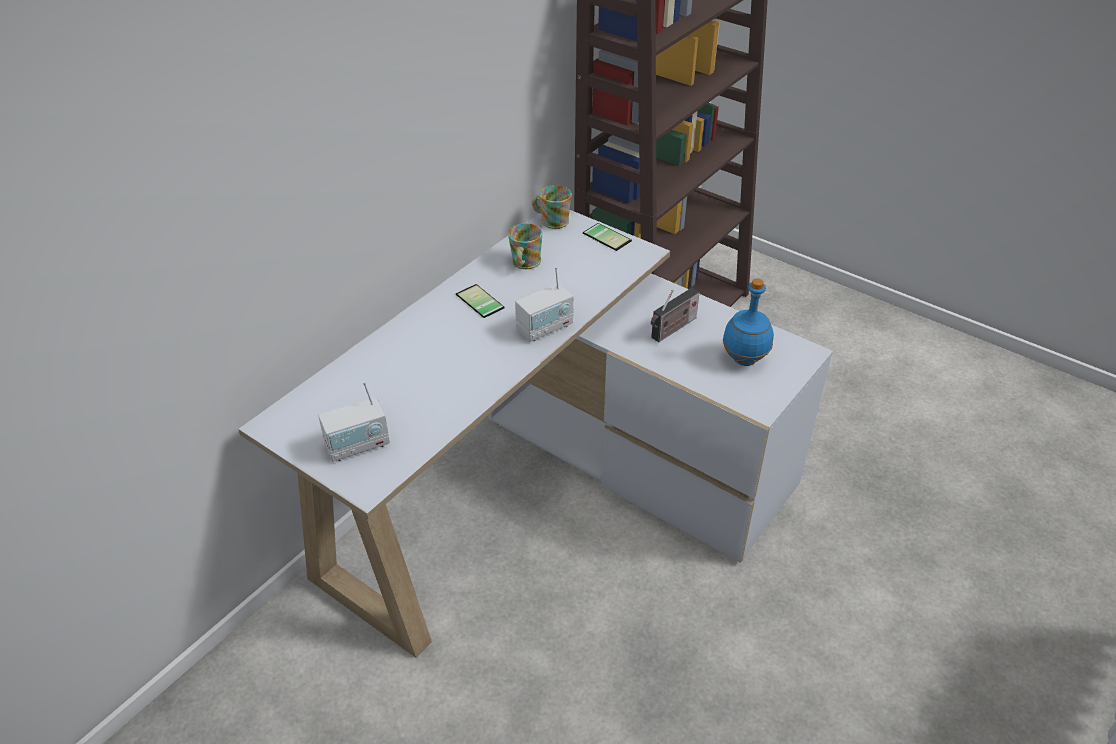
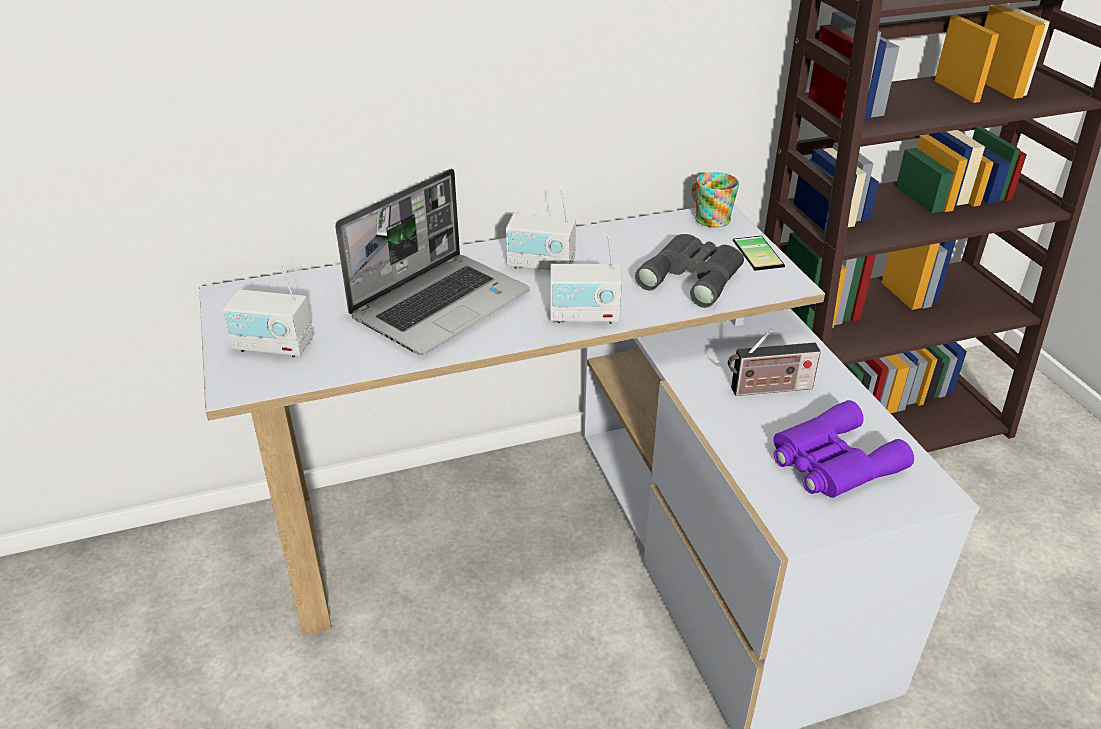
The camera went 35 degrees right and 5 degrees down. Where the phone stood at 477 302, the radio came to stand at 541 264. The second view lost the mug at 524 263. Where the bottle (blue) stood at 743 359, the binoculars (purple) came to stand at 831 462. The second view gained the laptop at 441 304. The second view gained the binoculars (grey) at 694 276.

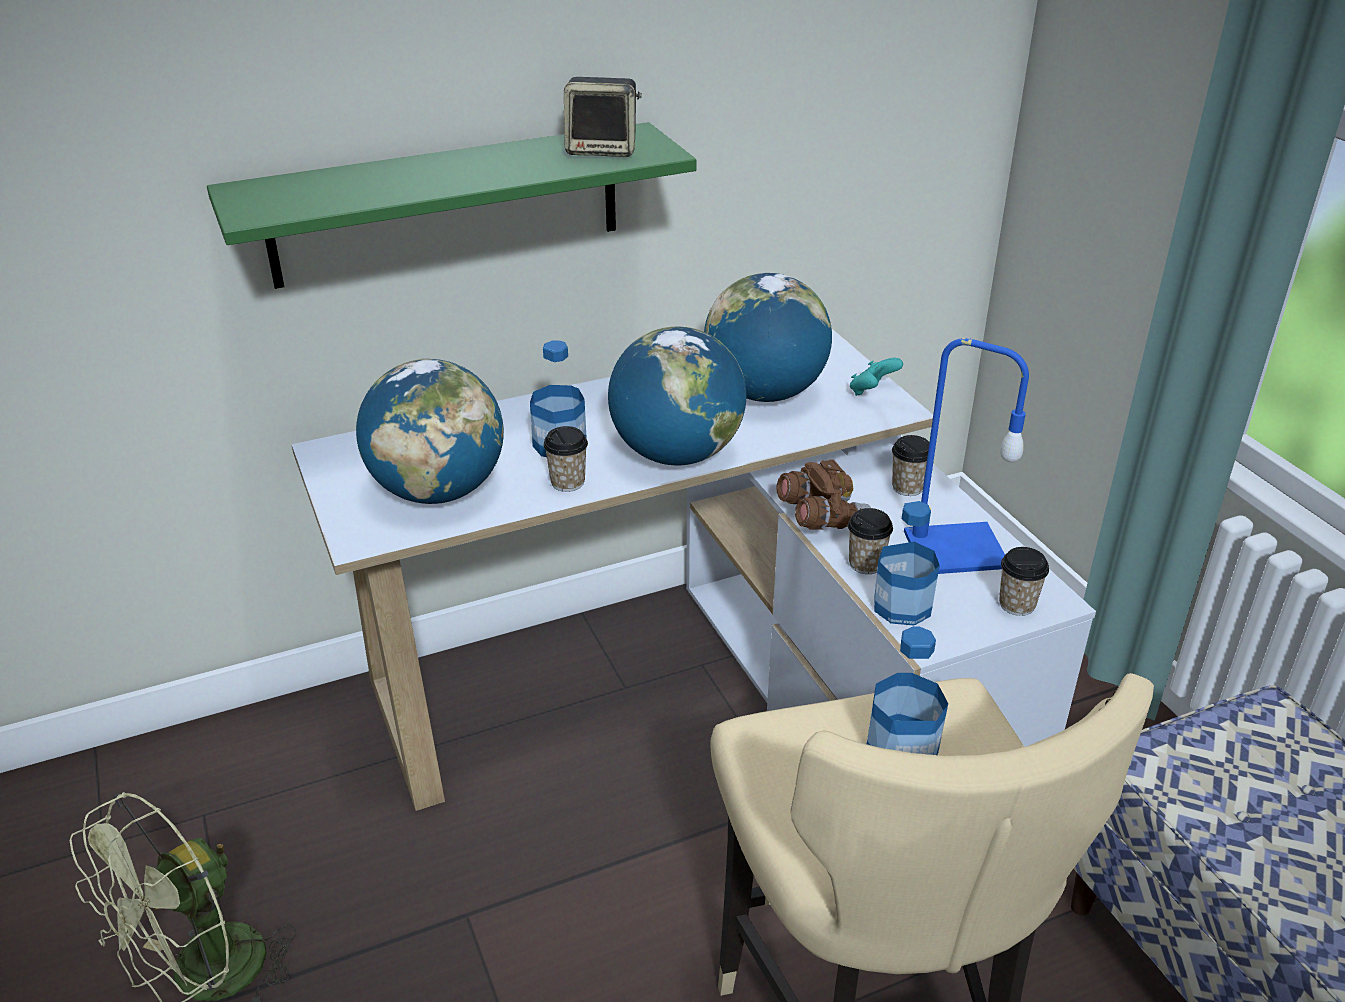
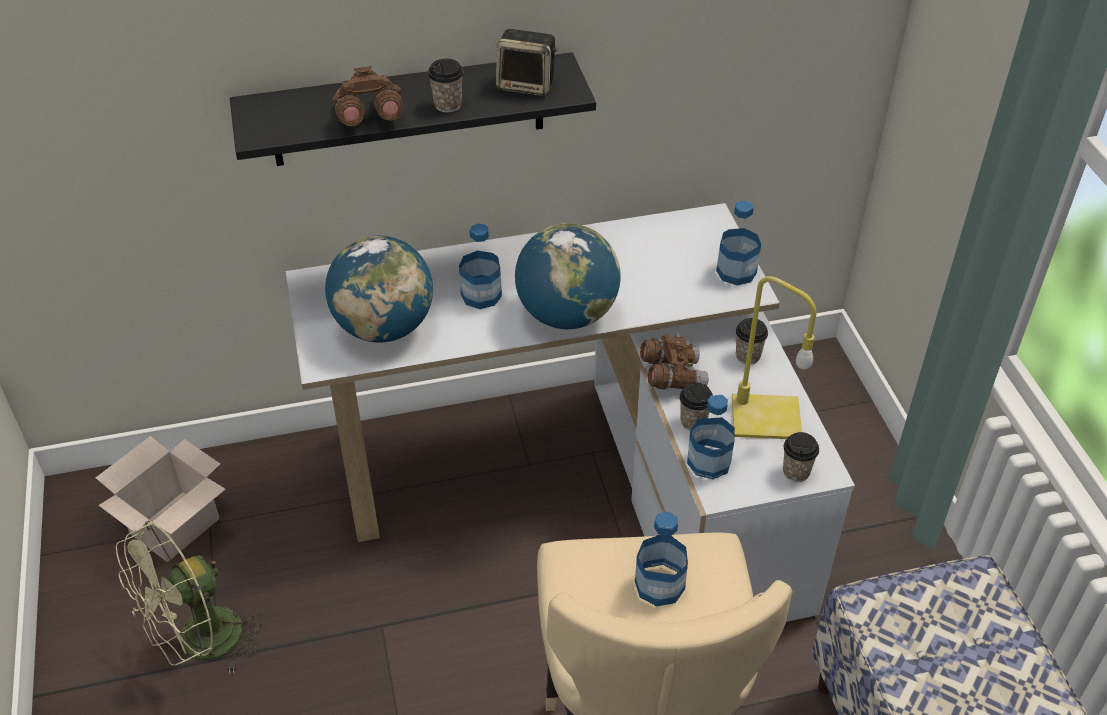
The camera went 10 degrees right and 10 degrees up. What was the shelf (green) at 446 205 turned into the shelf (black) at 408 110. The cup ended up elsewhere, having gone from 567 482 to 448 105. The second view lost the globe at 764 393. Where the game controller (turquoise) stood at 872 392, the bottle came to stand at 736 272. What was the table lamp (blue) at 953 550 turned into the table lamp (yellow) at 764 418. The second view gained the cardboard box at 174 528. The second view gained the binoculars (brown) at 368 118.

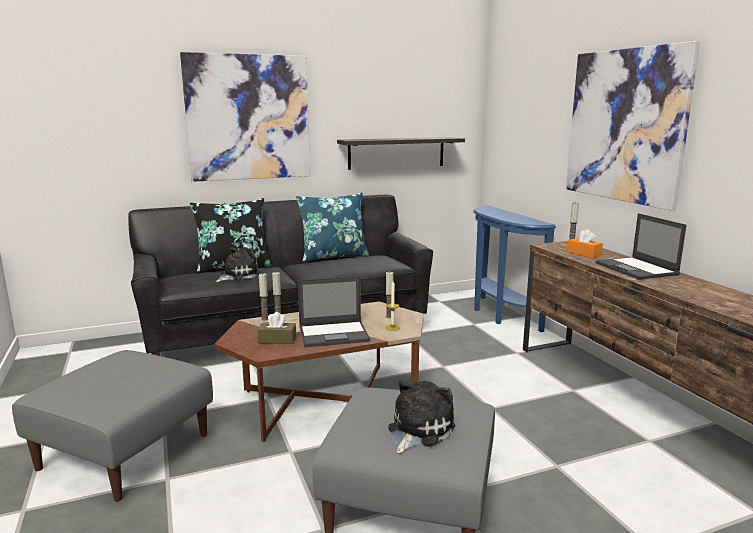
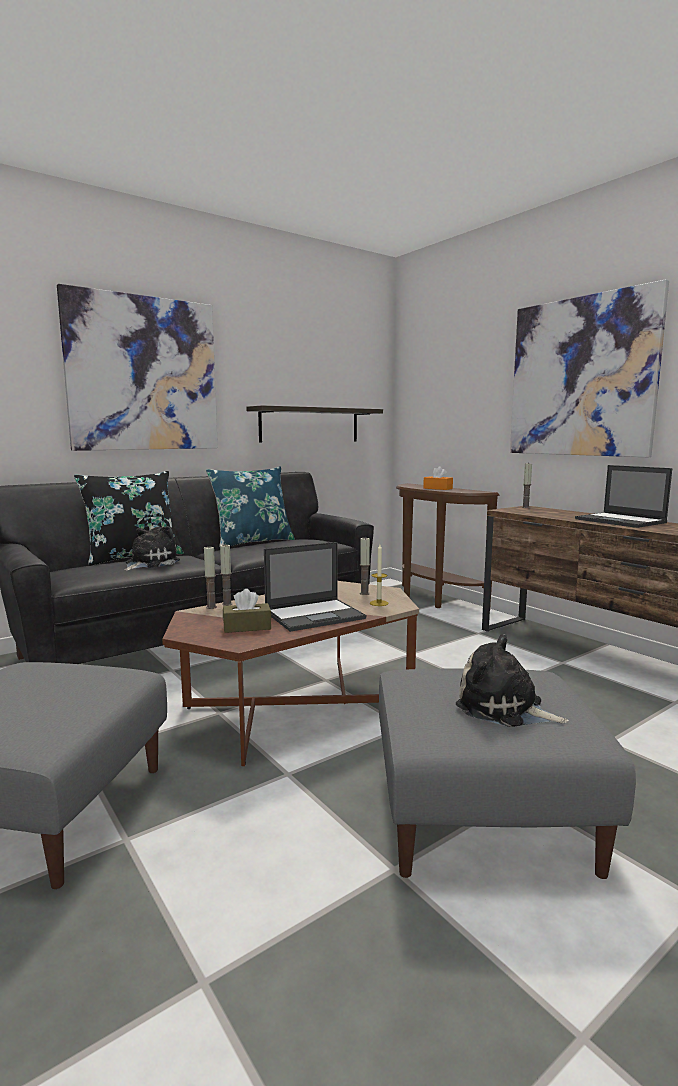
The camera went 15 degrees left and 5 degrees down. The plush toy at 418 430 ended up facing another way, 75 degrees counterclockwise from before. What was the console table (blue) at 499 315 turned into the console table (brown) at 433 599. The tissue box (orange) ended up elsewhere, having gone from 584 254 to 437 488.

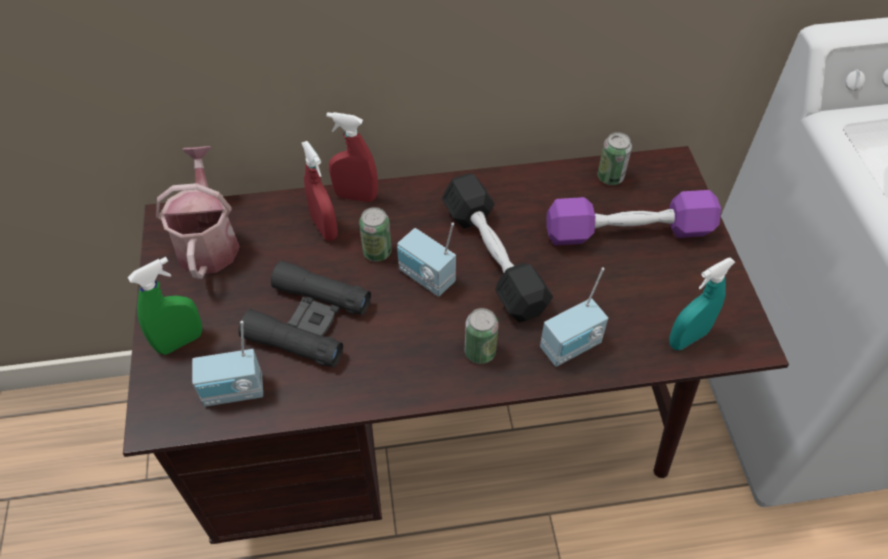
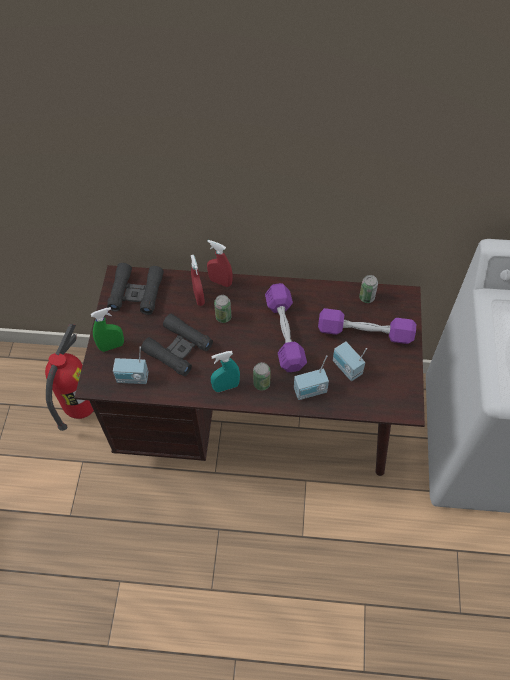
The camera went 15 degrees right and 5 degrees up. Where the watering can stood at 208 241, the binoculars (black) came to stand at 136 293. The radio ended up elsewhere, having gone from 425 278 to 346 368. What was the dumbbell (black) at 493 258 turned into the dumbbell (purple) at 285 333. The spray bottle (turquoise) ended up elsewhere, having gone from 687 338 to 226 386. The second view gained the fire extinguisher at 81 408.

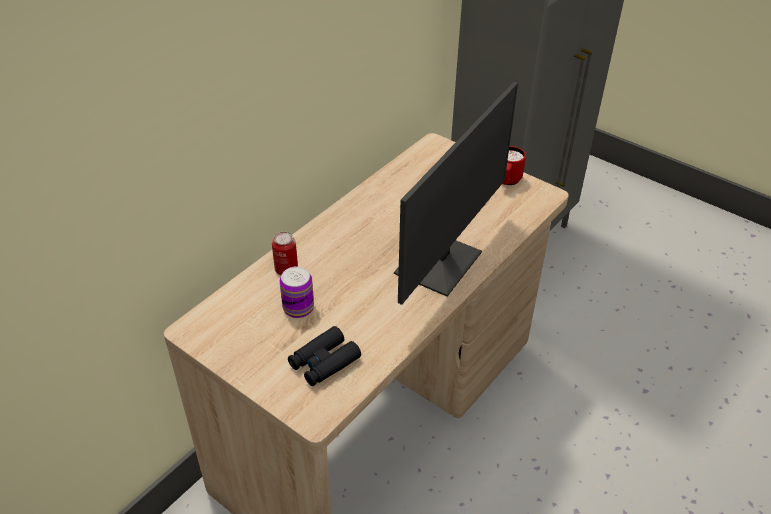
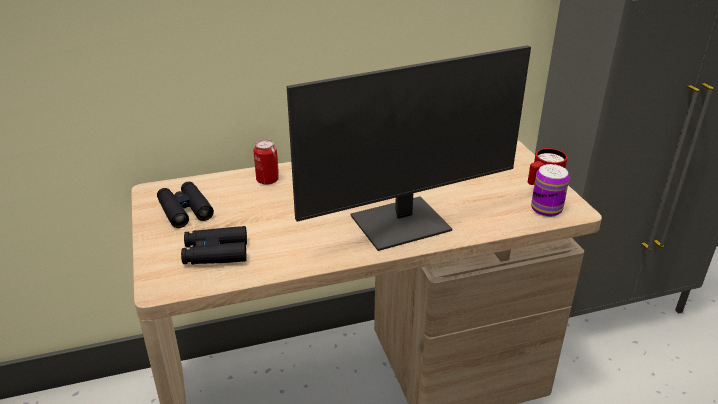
The camera went 35 degrees right and 10 degrees down. The can ended up elsewhere, having gone from 298 308 to 546 209. The second view gained the binoculars (black) at 185 210.

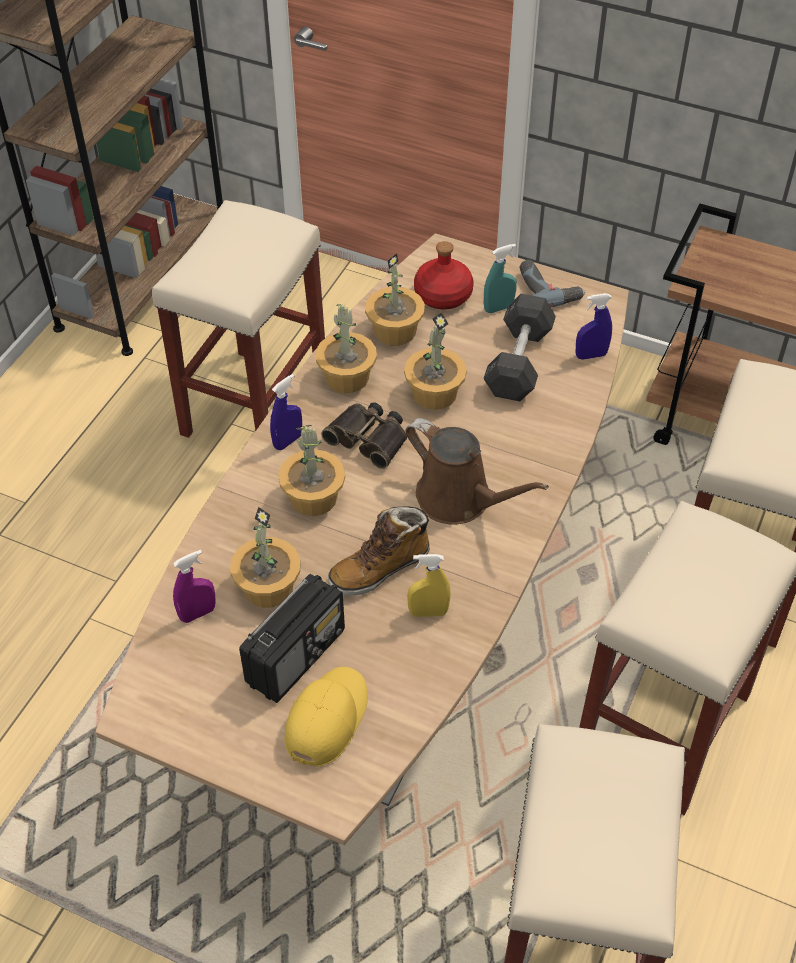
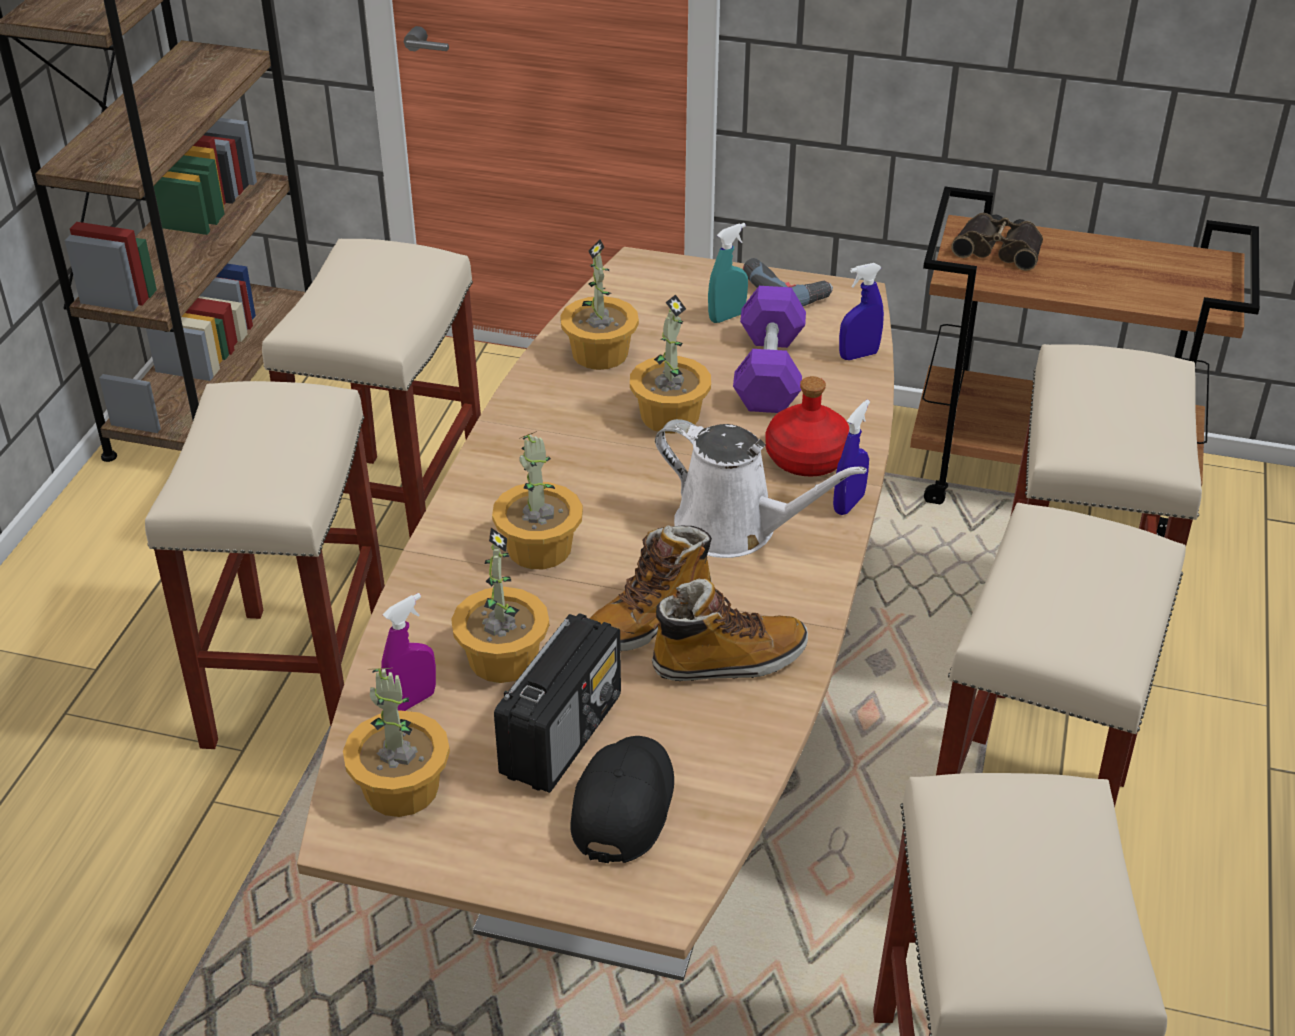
The camera went 10 degrees left and 10 degrees down. The spray bottle (blue) ended up elsewhere, having gone from 288 441 to 849 504. What was the cap (yellow) at 327 719 turned into the cap (black) at 623 804. The potted plant ended up elsewhere, having gone from 347 378 to 401 789. The binoculars ended up elsewhere, having gone from 369 438 to 999 249. What was the watering can (brown) at 460 499 turned into the watering can (white) at 735 528. Where the spray bottle (yellow) stood at 428 612, the boot came to stand at 728 661. The bottle (red) ended up elsewhere, having gone from 443 295 to 807 458. What was the dumbbell (grey) at 518 362 turned into the dumbbell (purple) at 769 371. The second view gained the stool (beige) at 297 678.

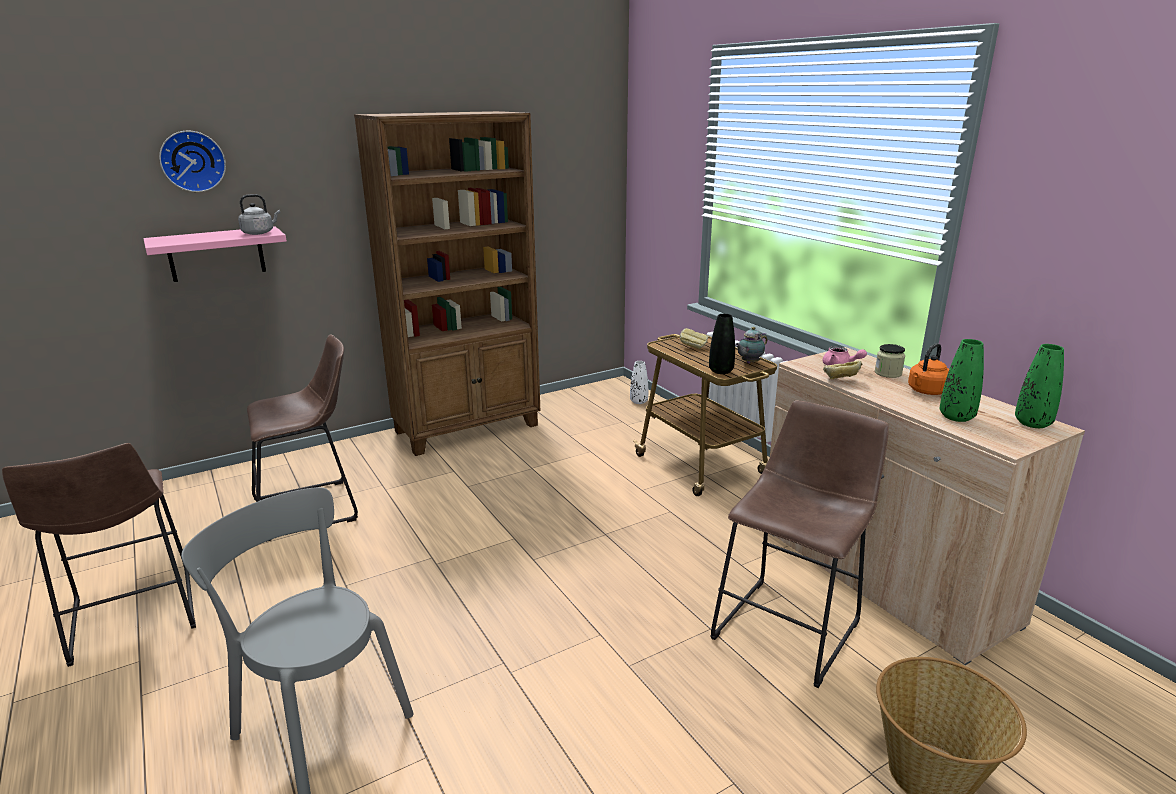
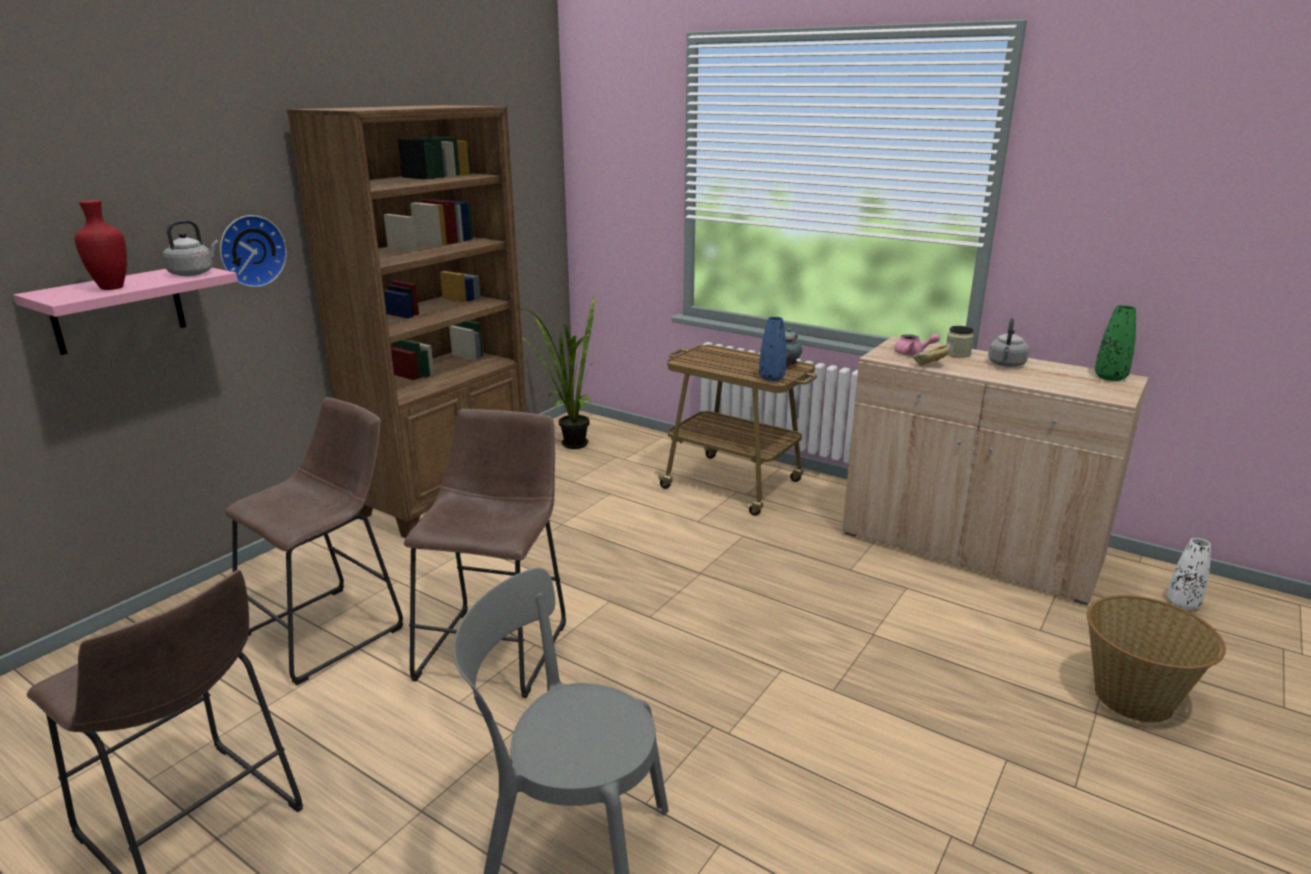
The camera went 25 degrees left and 0 degrees up. The wall clock ended up elsewhere, having gone from 192 161 to 250 250. The vase (white) ended up elsewhere, having gone from 639 401 to 1182 603. The second view lost the bread at 693 347. What was the vase (black) at 721 371 turned into the vase (blue) at 771 378. The stool (brown) ended up elsewhere, having gone from 791 625 to 497 645. What was the kettle (orange) at 926 391 turned into the kettle (grey) at 1006 365. The second view lost the vase (green) at 956 417. The second view gained the vase (red) at 111 288. The second view gained the potted plant at 568 444.

